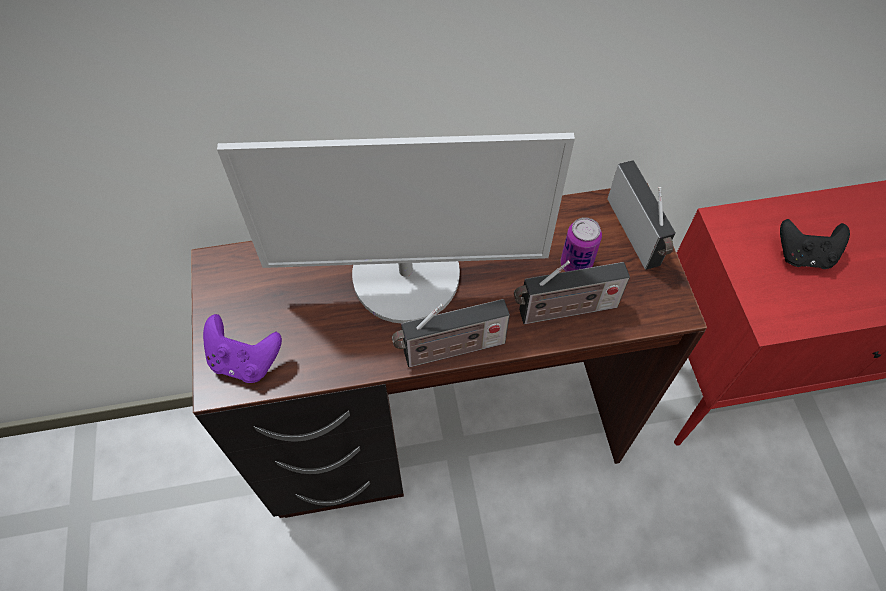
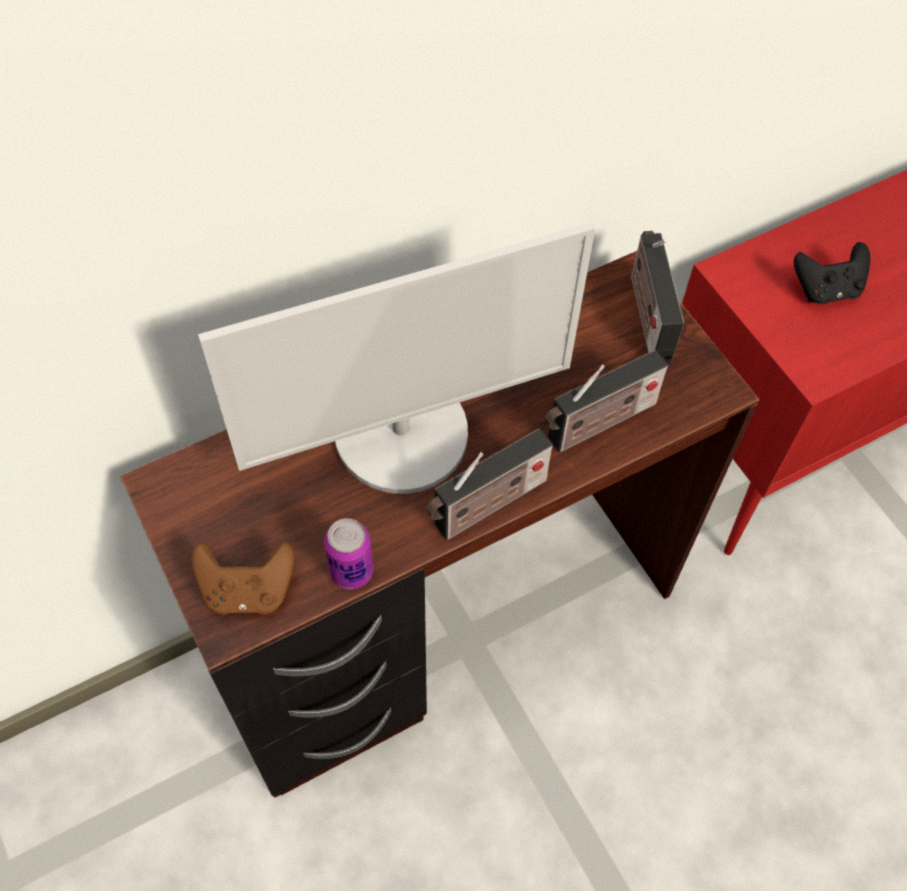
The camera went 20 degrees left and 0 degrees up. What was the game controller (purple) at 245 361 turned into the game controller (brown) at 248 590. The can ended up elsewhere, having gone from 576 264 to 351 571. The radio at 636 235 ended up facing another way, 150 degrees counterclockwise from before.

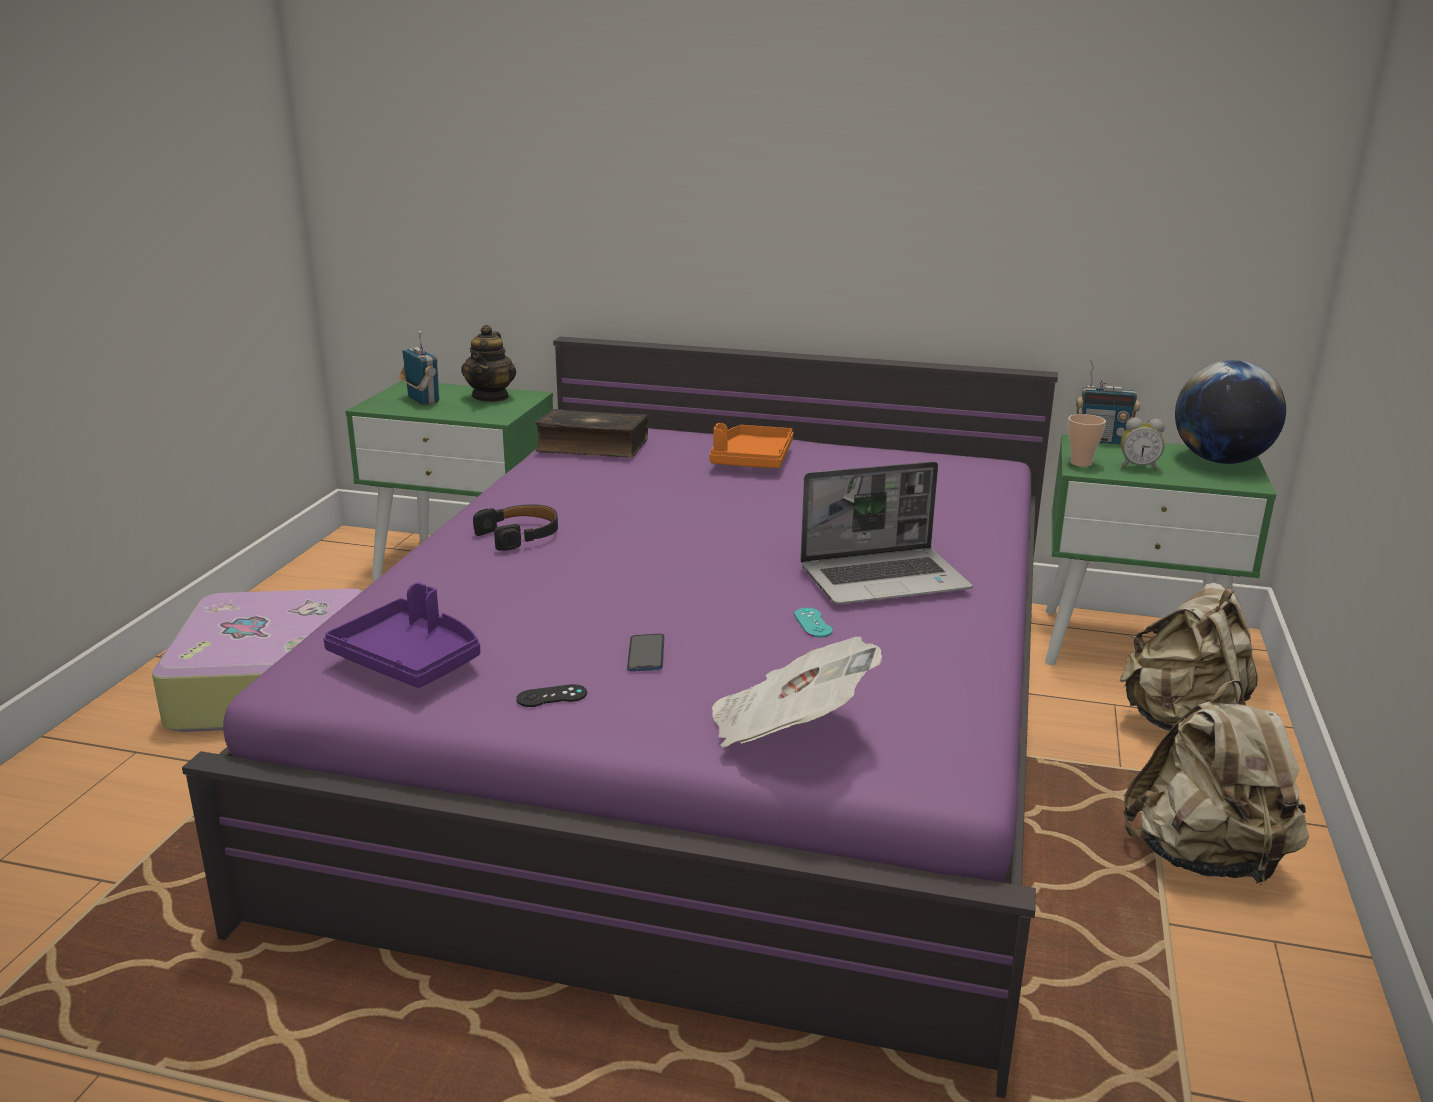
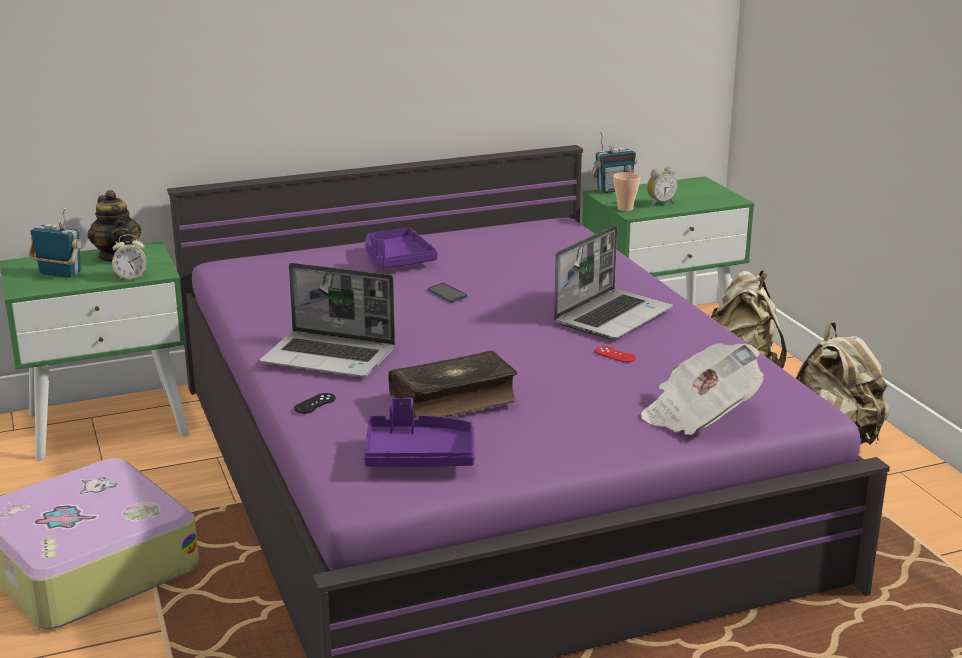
The camera went 35 degrees left and 0 degrees up. Where the headphones (black) stood at 520 535, the laptop came to stand at 331 357. The game controller (black) ended up elsewhere, having gone from 552 696 to 315 403. The book ended up elsewhere, having gone from 592 447 to 454 400. The phone ended up elsewhere, having gone from 646 654 to 447 294. What was the tray (orange) at 752 460 turned into the tray (purple) at 397 259. What was the game controller (turquoise) at 813 623 turned into the game controller (red) at 615 354. The second view lost the globe at 1220 461. The second view gained the alarm clock at 131 277.

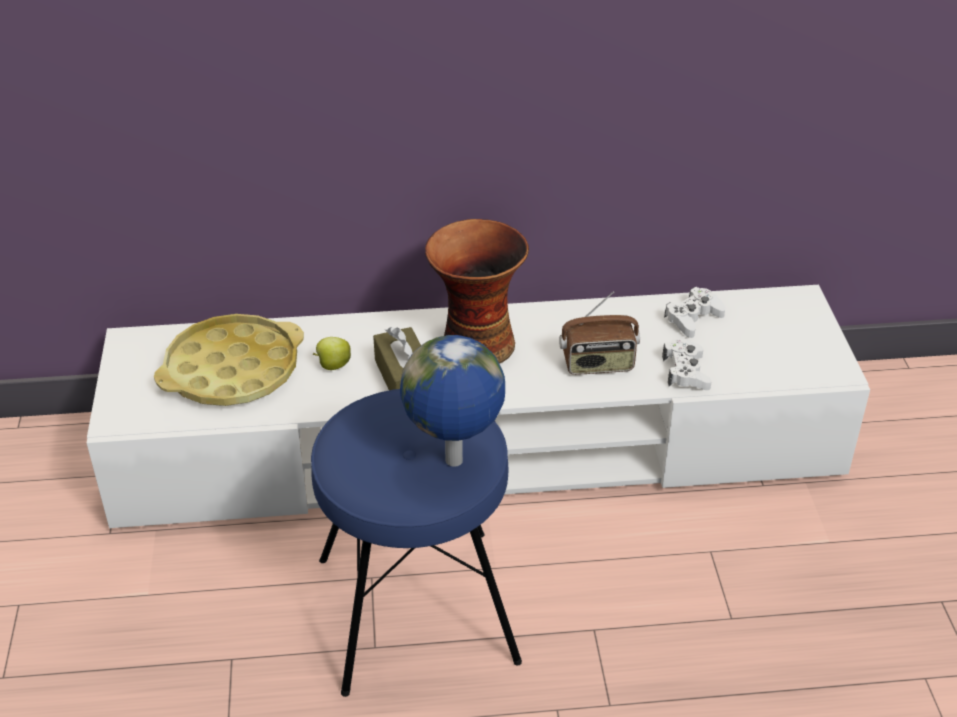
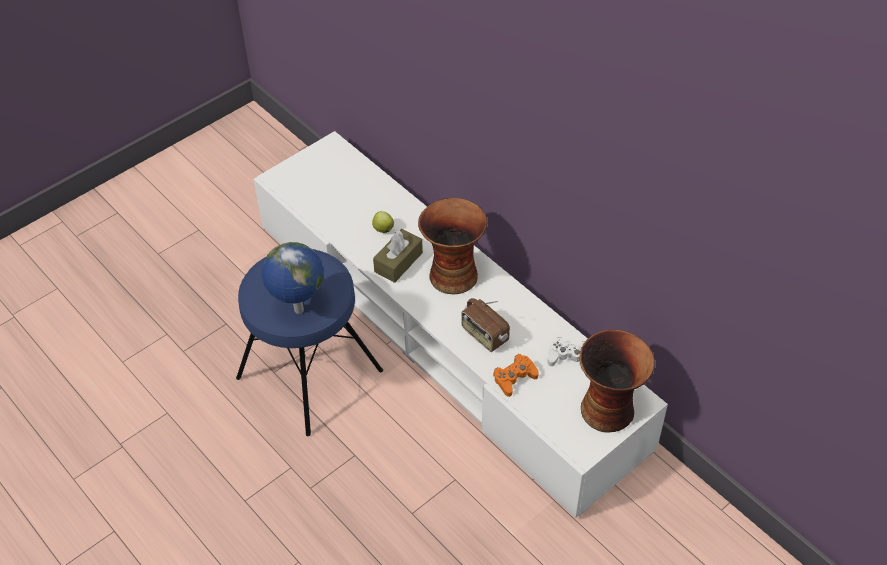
The camera went 55 degrees right and 10 degrees up. The second view lost the tray (yellow) at 232 370. What was the game controller (white) at 685 372 turned into the game controller (orange) at 514 378. The second view gained the vase at 608 409.

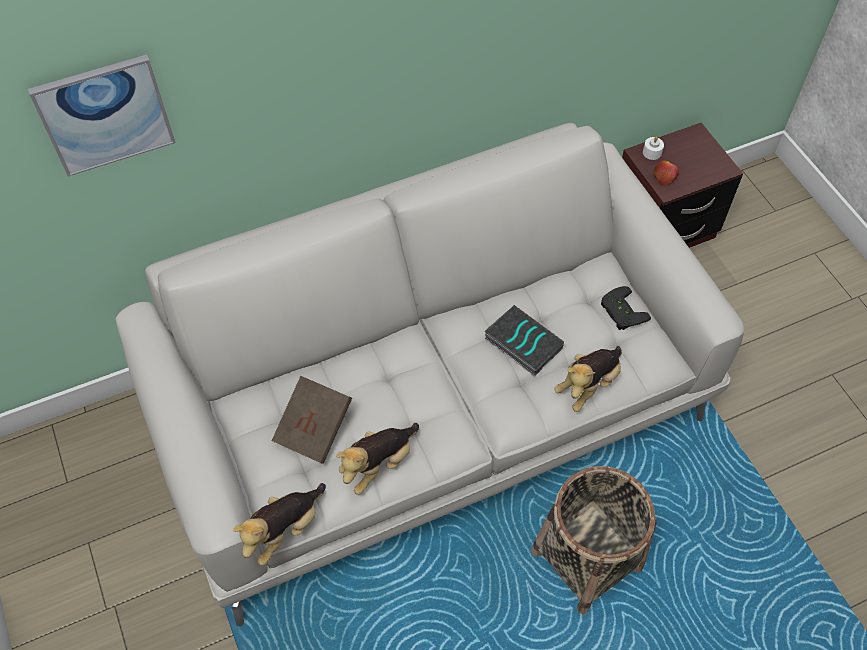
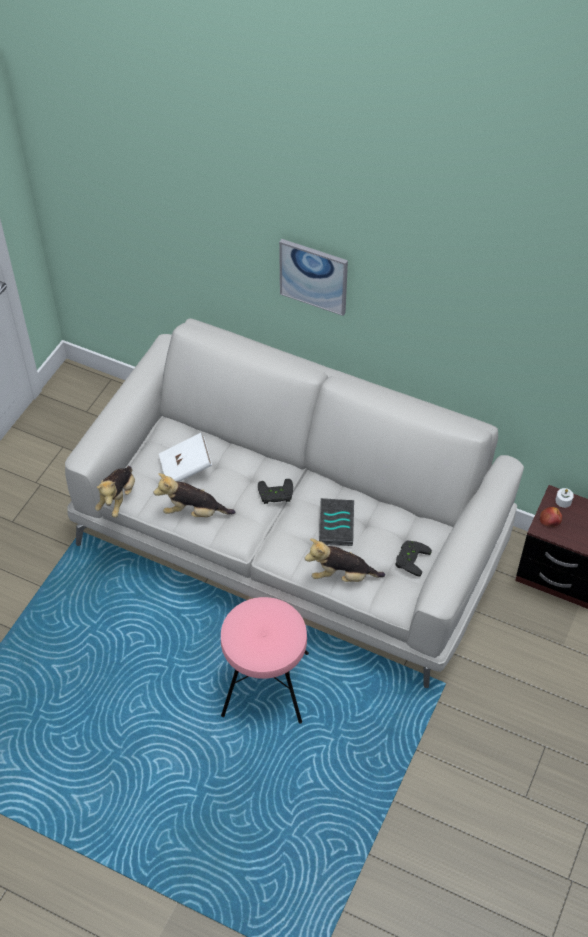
The camera went 50 degrees right and 5 degrees down. The picture ended up elsewhere, having gone from 105 114 to 314 276. The plush toy at 284 530 ended up facing another way, 75 degrees counterclockwise from before. What was the book (brown) at 314 428 turned into the book (white) at 186 468. Where the basket stood at 586 560, the stool (pink) came to stand at 265 684. The second view gained the game controller (black) at 275 495.

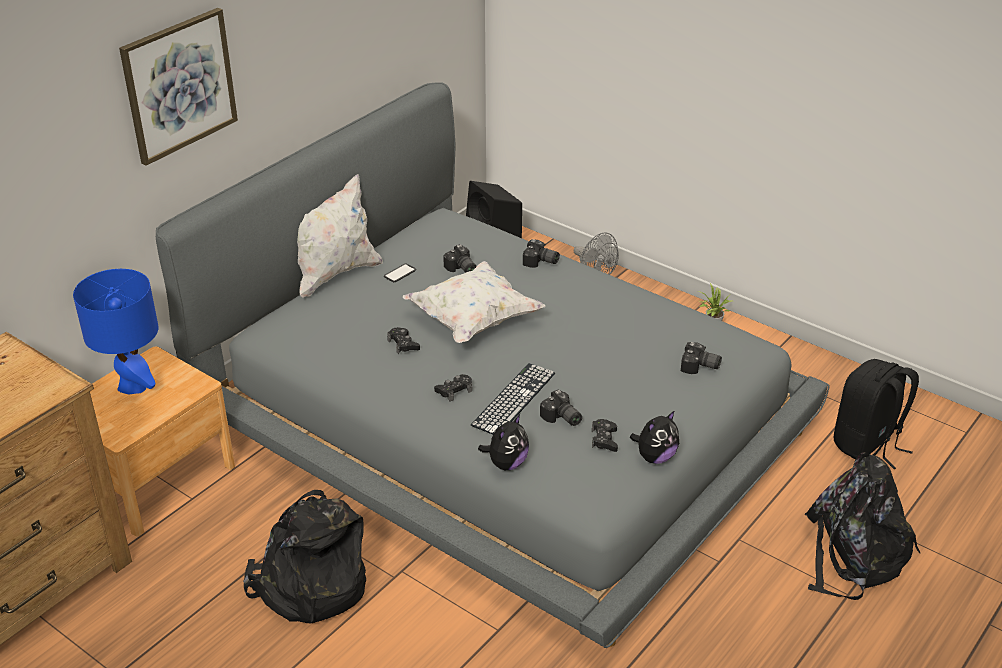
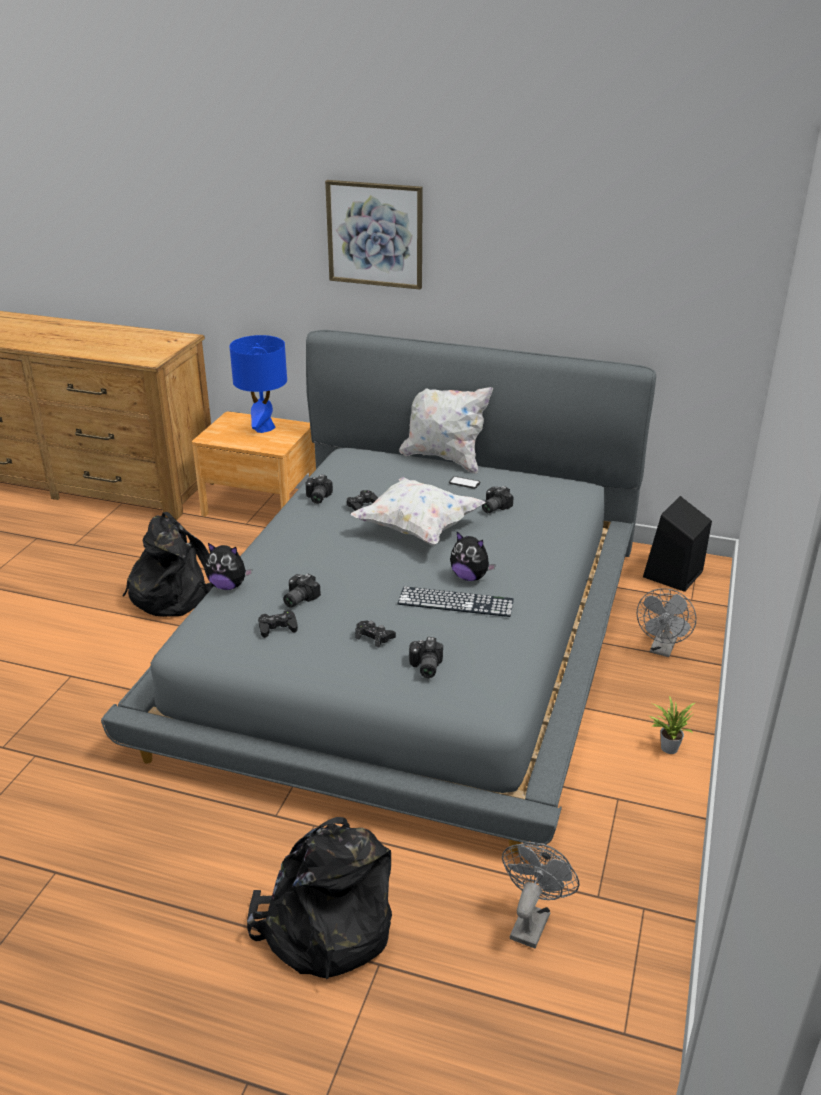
The camera went 70 degrees right and 5 degrees down. The game controller (black) ended up elsewhere, having gone from 454 390 to 374 637. The keyboard ended up elsewhere, having gone from 513 399 to 455 602. The photo camera ended up elsewhere, having gone from 540 262 to 317 498. The plush toy ended up elsewhere, having gone from 655 457 to 470 577. Where the backpack (black) stood at 867 444, the fan (grey) came to stand at 532 920.

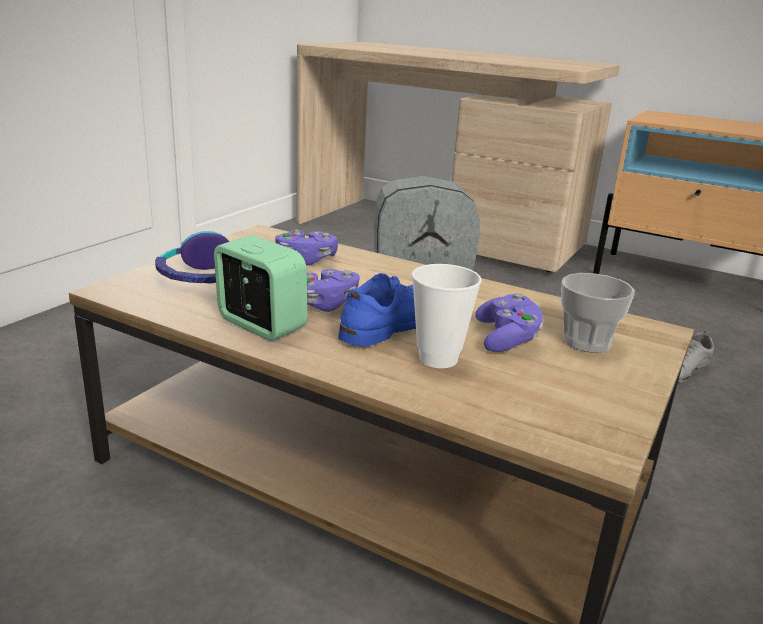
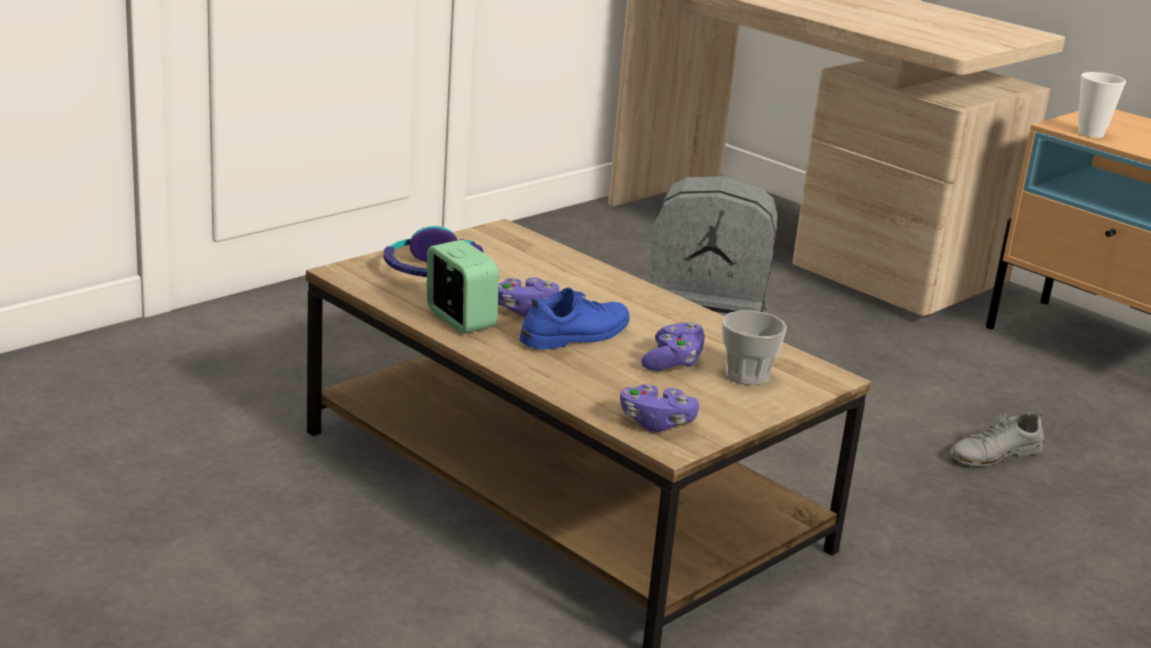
The camera went 15 degrees right and 0 degrees up. The game controller (purple) ended up elsewhere, having gone from 306 260 to 656 423. The cup ended up elsewhere, having gone from 438 359 to 1090 134.

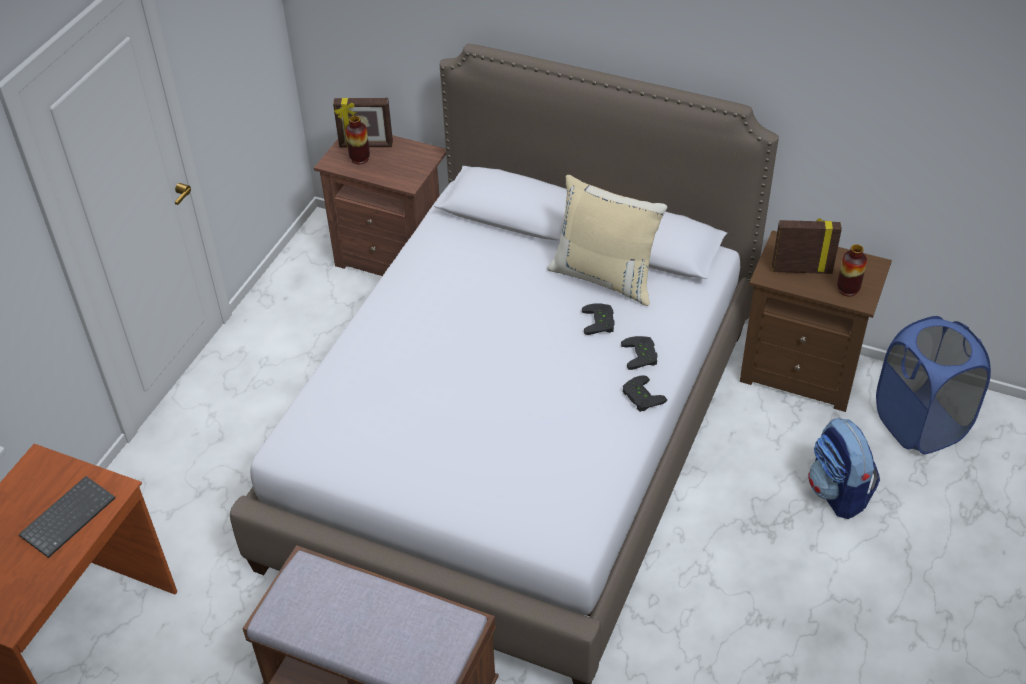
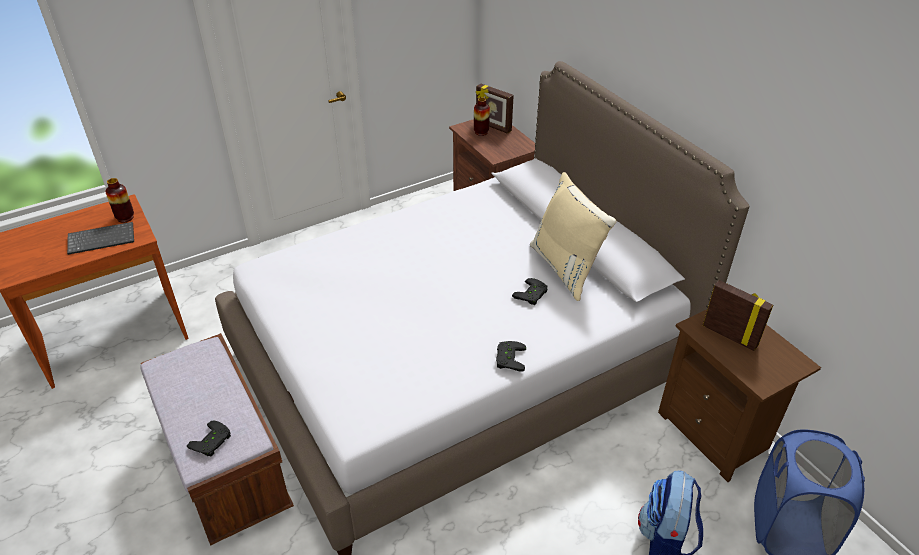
The camera went 35 degrees right and 5 degrees down. The game controller (black) ended up elsewhere, having gone from 642 355 to 212 442. The vase ended up elsewhere, having gone from 848 289 to 125 218.

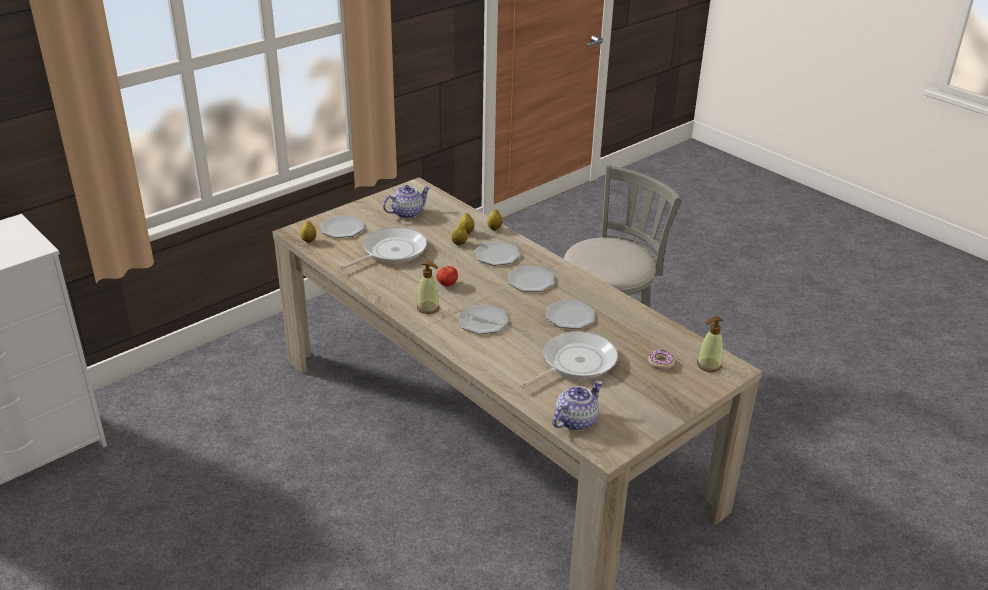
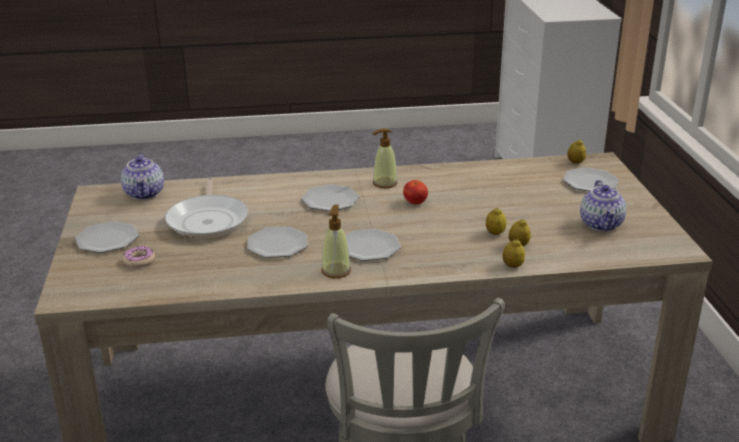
The camera went 125 degrees right and 5 degrees down. The second view lost the frying pan at 391 251. The plate ended up elsewhere, having gone from 497 255 to 108 240. The soap dispenser ended up elsewhere, having gone from 708 365 to 336 271.

